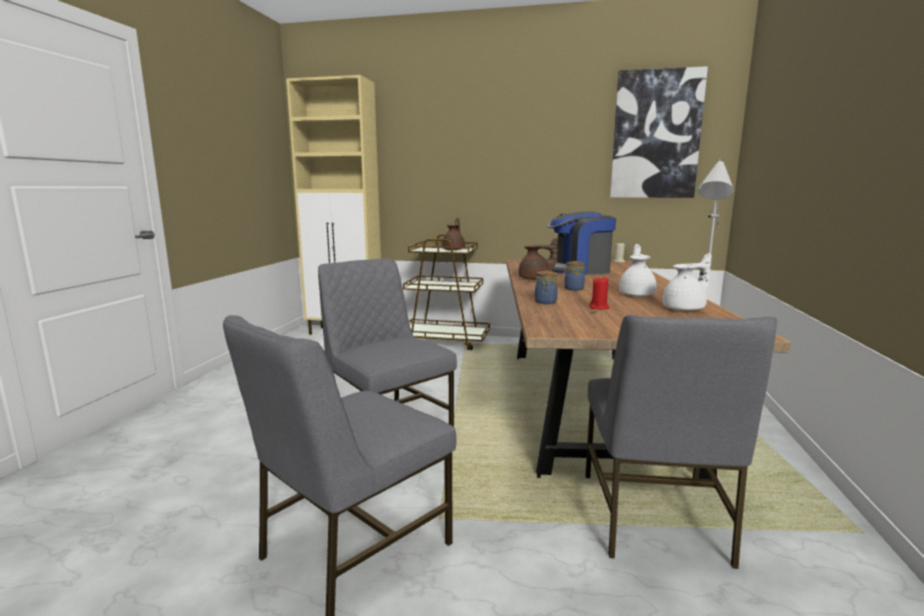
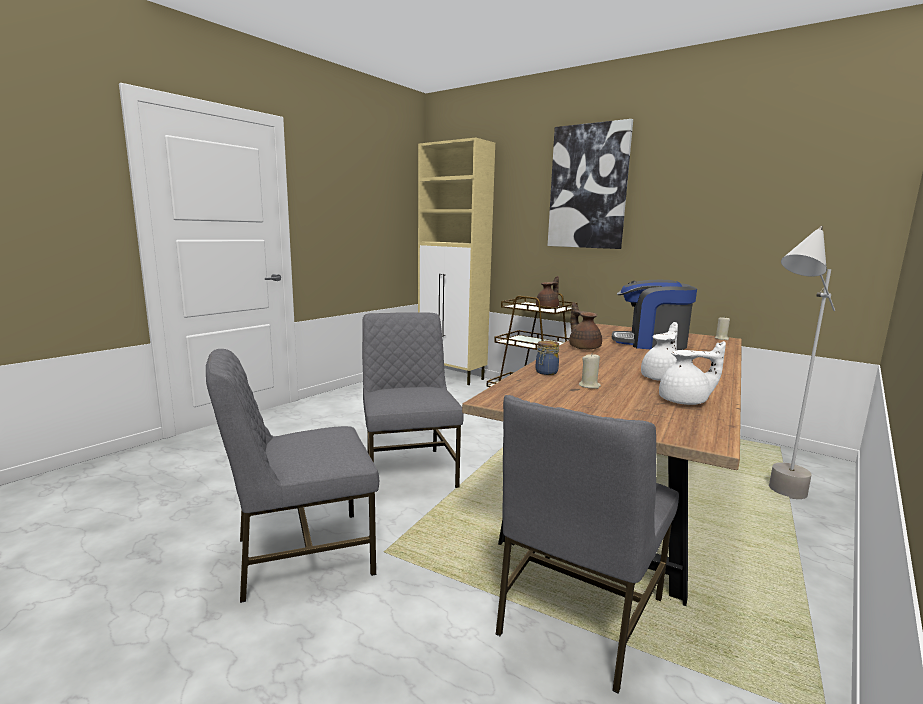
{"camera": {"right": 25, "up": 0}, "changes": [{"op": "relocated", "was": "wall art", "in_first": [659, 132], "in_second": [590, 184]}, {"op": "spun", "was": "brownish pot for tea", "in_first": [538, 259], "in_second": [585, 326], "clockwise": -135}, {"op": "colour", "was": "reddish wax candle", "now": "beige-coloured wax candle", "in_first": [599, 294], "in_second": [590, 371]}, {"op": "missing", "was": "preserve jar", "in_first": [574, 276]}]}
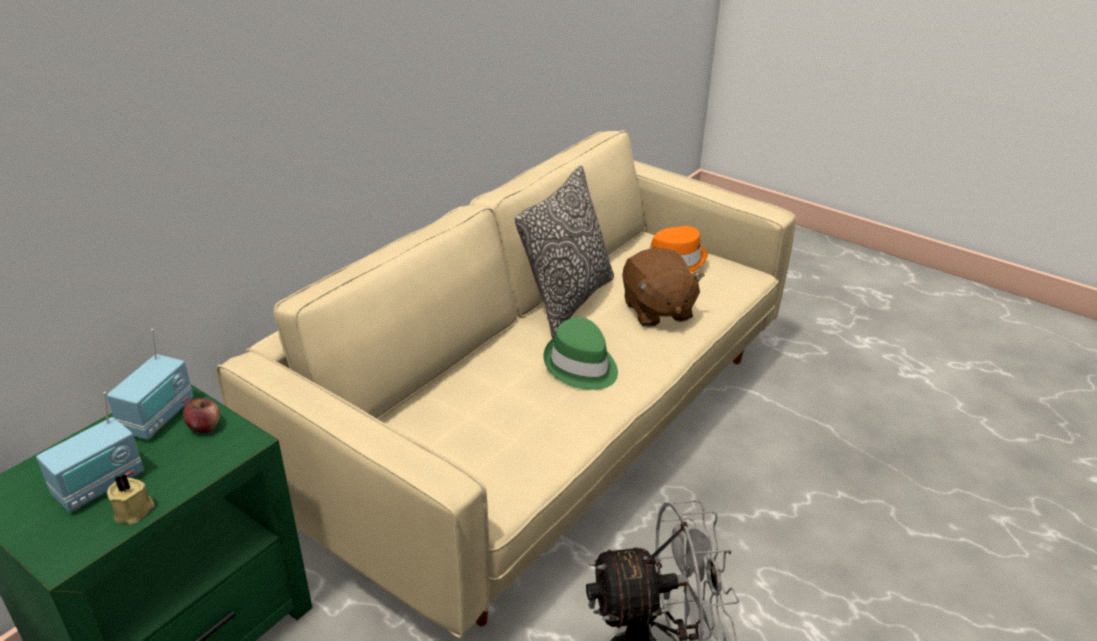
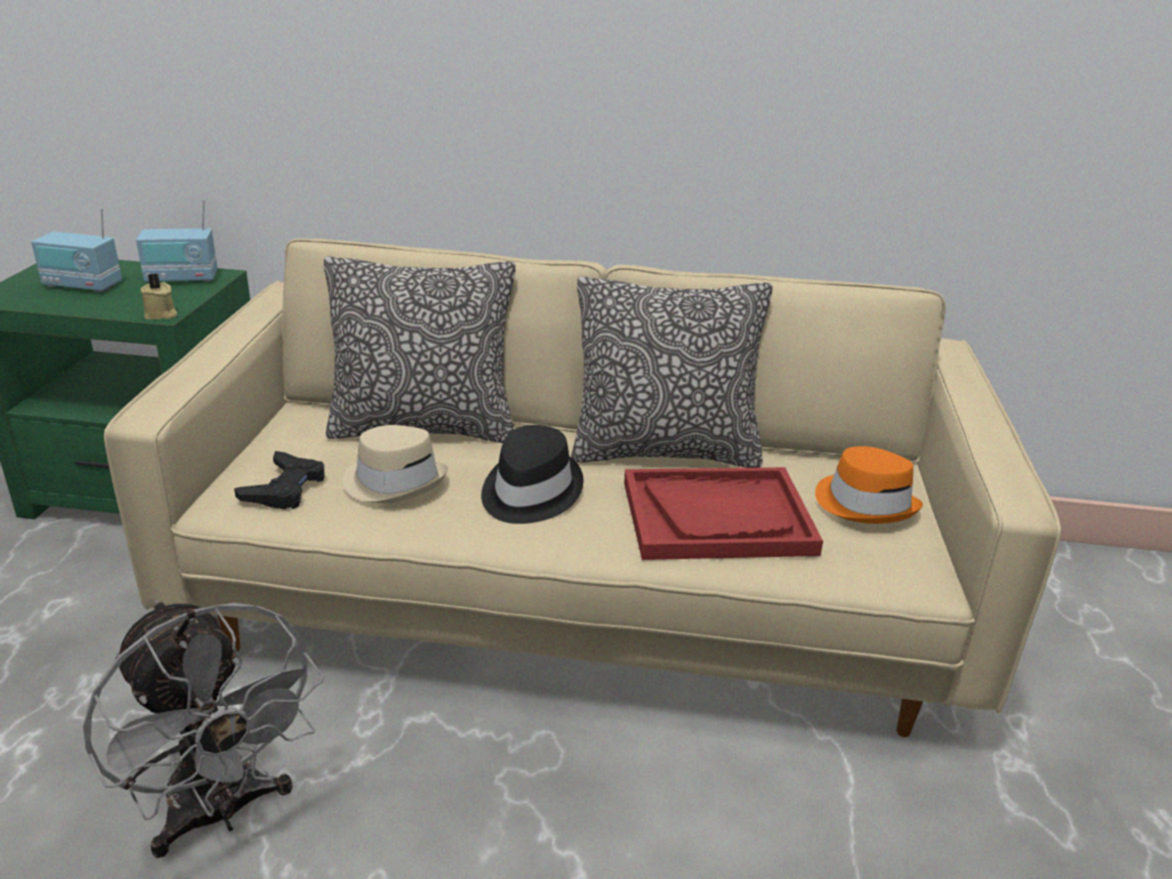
{"camera": {"right": 60, "up": -5}, "changes": [{"op": "relocated", "was": "beige-coloured wax candle", "in_first": [131, 499], "in_second": [159, 296]}, {"op": "appeared", "now": "black game controller", "in_second": [279, 480]}, {"op": "appeared", "now": "throw pillow", "in_second": [420, 349]}, {"op": "appeared", "now": "beige-coloured hat", "in_second": [395, 464]}, {"op": "colour", "was": "greenish hat", "now": "black hat", "in_first": [581, 353], "in_second": [532, 474]}, {"op": "exchanged", "was": "brownish cuddly toy", "now": "reddish carrying tray", "in_first": [663, 287], "in_second": [723, 513]}, {"op": "missing", "was": "apple", "in_first": [201, 415]}]}
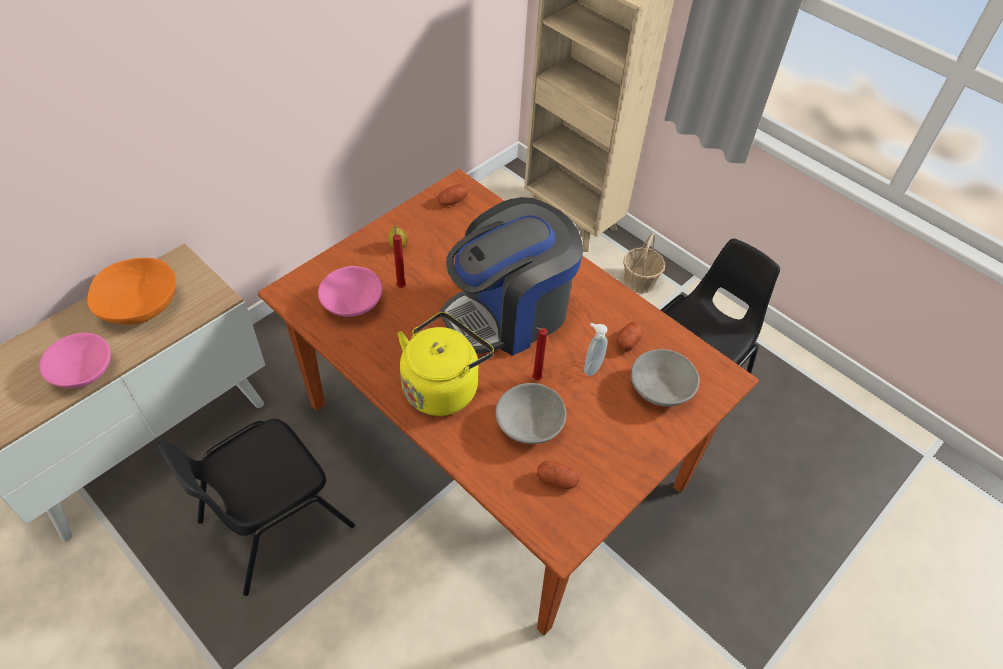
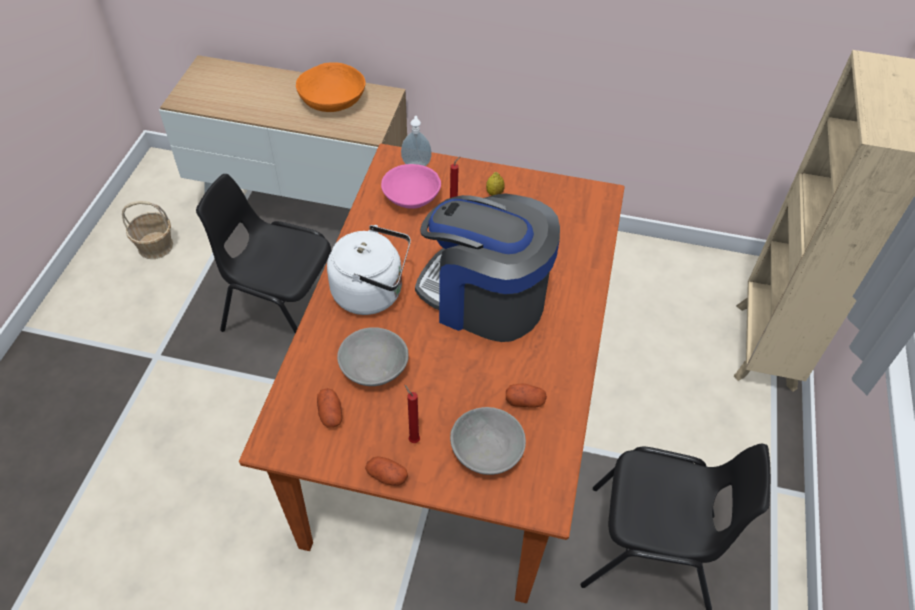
{"camera": {"right": 60, "up": 0}, "changes": [{"op": "relocated", "was": "household basket", "in_first": [644, 263], "in_second": [147, 230]}, {"op": "colour", "was": "yellow water kettle", "now": "whitish water kettle", "in_first": [446, 364], "in_second": [369, 270]}, {"op": "relocated", "was": "whole potato", "in_first": [452, 195], "in_second": [386, 471]}, {"op": "relocated", "was": "liquid soap bottle", "in_first": [596, 349], "in_second": [416, 141]}, {"op": "relocated", "was": "reddish wax candle", "in_first": [540, 353], "in_second": [412, 414]}, {"op": "missing", "was": "pinkish deep dish", "in_first": [75, 360]}]}
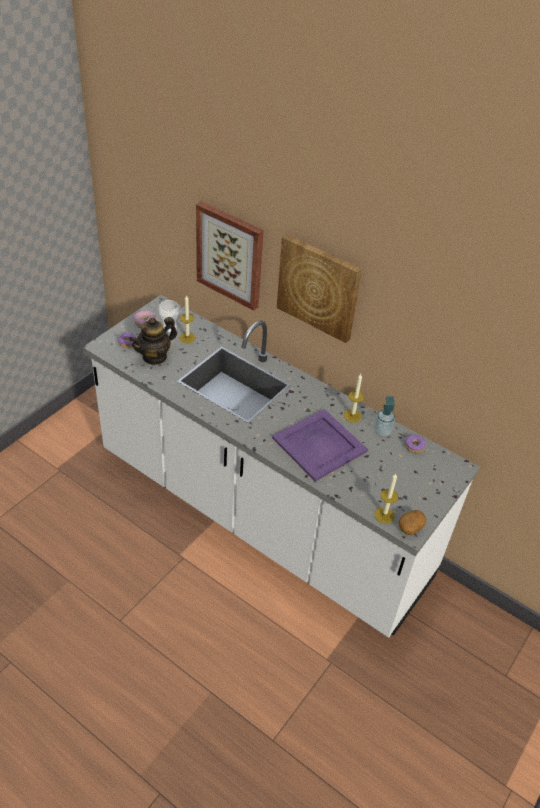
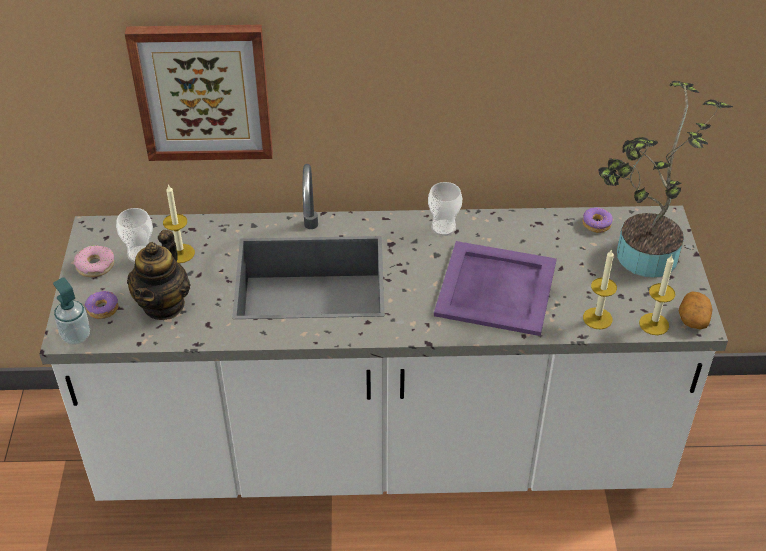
{"camera": {"right": -35, "up": 0}, "changes": [{"op": "relocated", "was": "liquid soap bottle", "in_first": [384, 416], "in_second": [71, 311]}, {"op": "appeared", "now": "drinking cup", "in_second": [445, 209]}, {"op": "relocated", "was": "wax candle", "in_first": [354, 398], "in_second": [600, 289]}, {"op": "appeared", "now": "plant in a pot", "in_second": [666, 179]}, {"op": "missing", "was": "wall art", "in_first": [319, 288]}]}
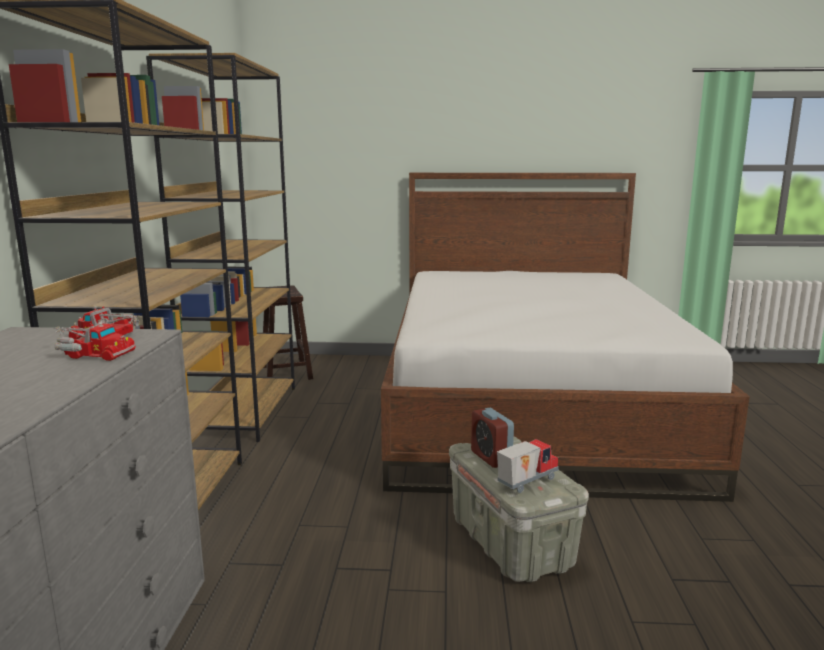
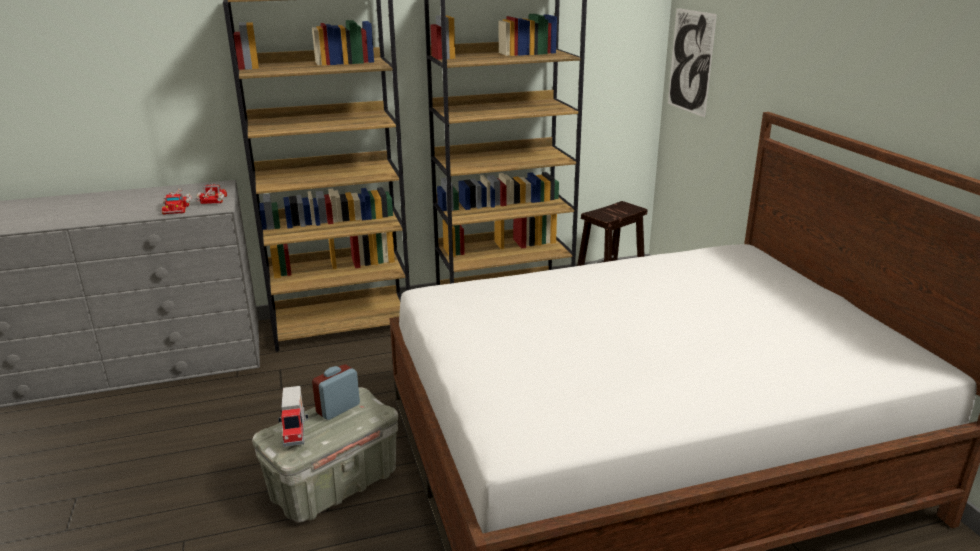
{"camera": {"right": 70, "up": 10}, "changes": [{"op": "spun", "was": "model truck", "in_first": [528, 466], "in_second": [293, 416], "clockwise": 45}, {"op": "appeared", "now": "wall art", "in_second": [692, 63]}]}
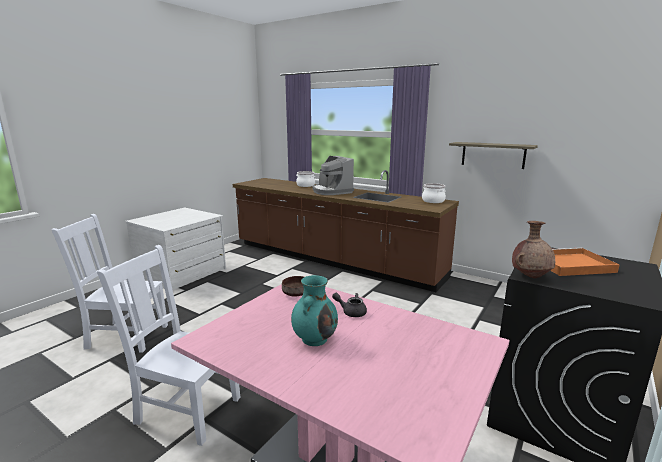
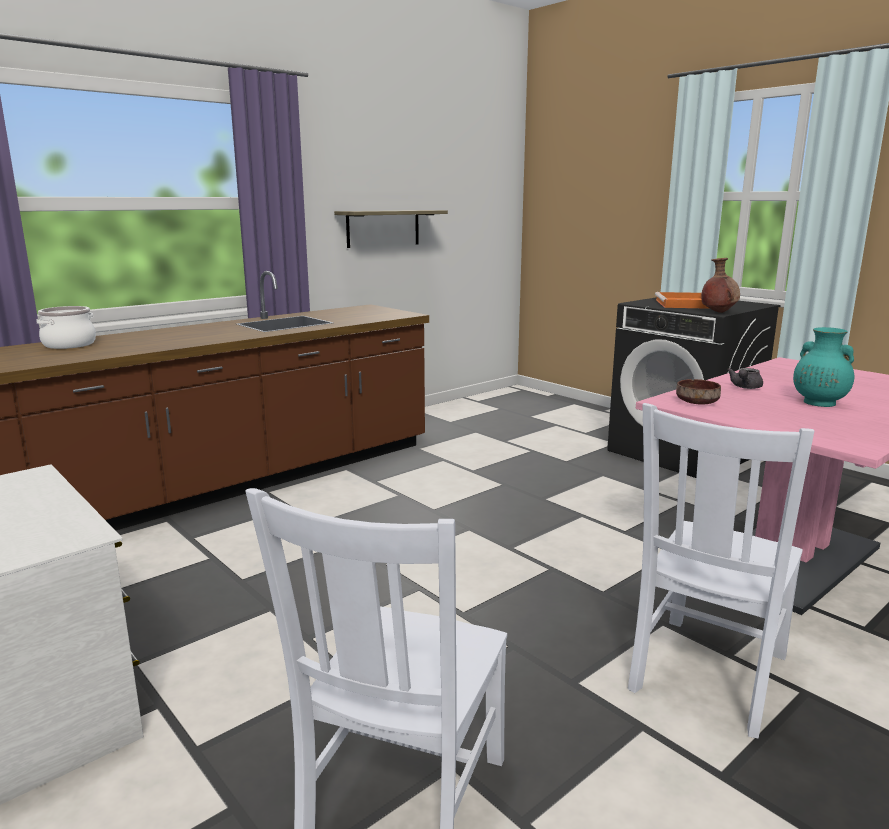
{"camera": {"right": -75, "up": 0}, "changes": [{"op": "missing", "was": "coffee maker", "in_first": [333, 175]}, {"op": "missing", "was": "cooking pot", "in_first": [434, 193]}]}
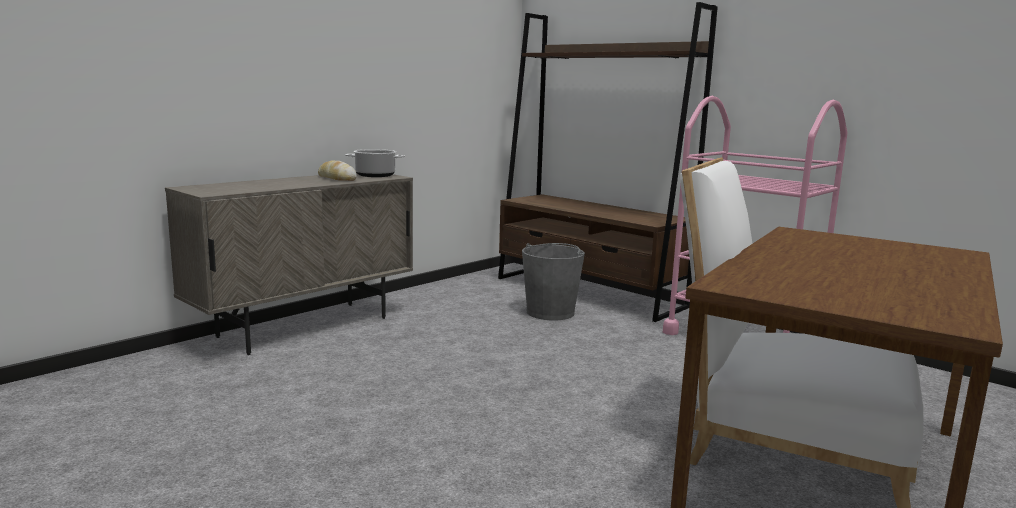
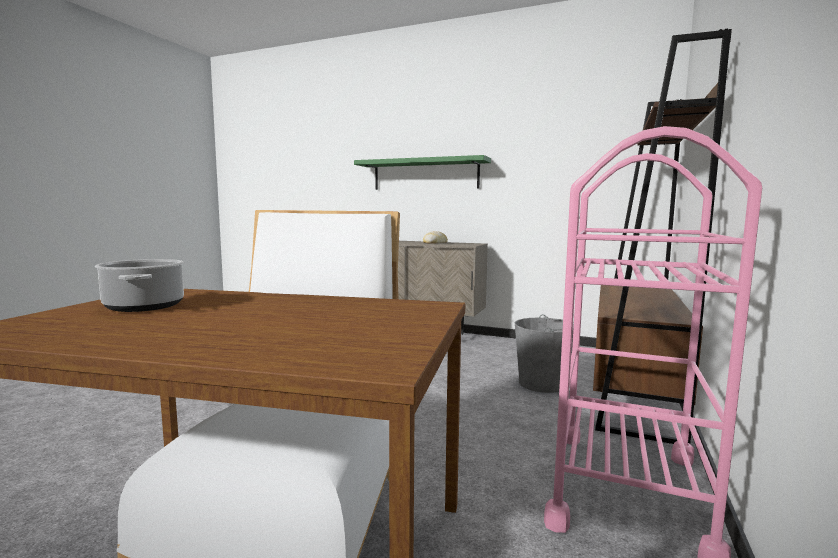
{"camera": {"right": 70, "up": -5}, "changes": [{"op": "relocated", "was": "cooking pot", "in_first": [375, 163], "in_second": [139, 285]}, {"op": "appeared", "now": "greenish shelf", "in_second": [422, 172]}]}
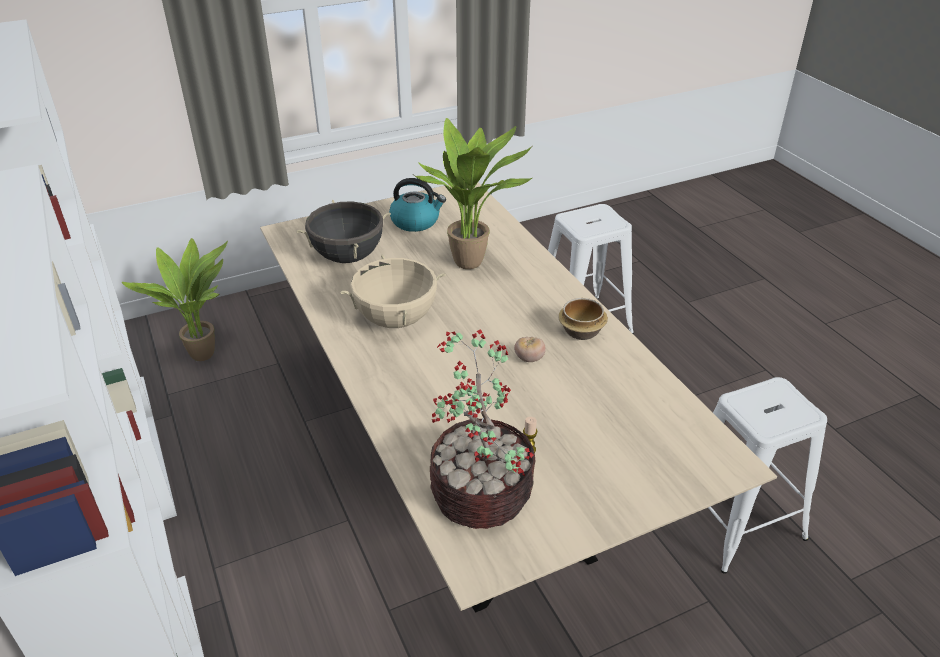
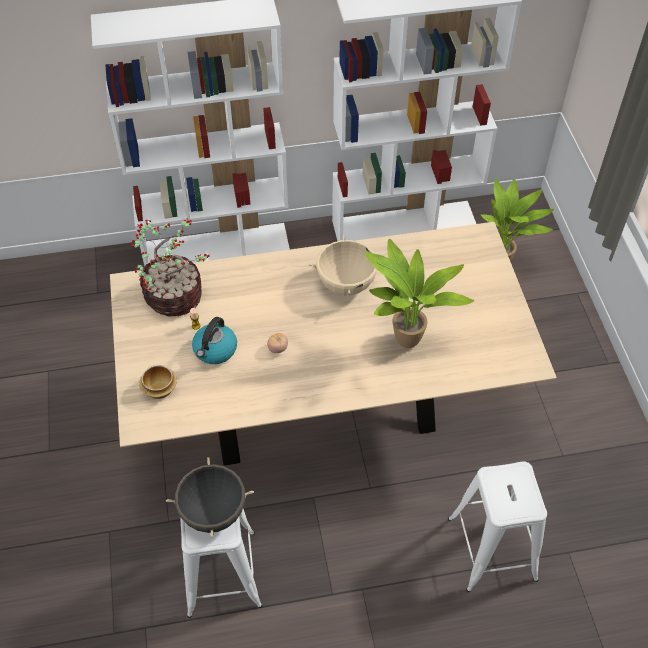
{"camera": {"right": 105, "up": 15}, "changes": [{"op": "relocated", "was": "deep dish", "in_first": [583, 319], "in_second": [158, 382]}, {"op": "relocated", "was": "black cooking pot", "in_first": [344, 231], "in_second": [210, 497]}, {"op": "relocated", "was": "water kettle", "in_first": [417, 205], "in_second": [214, 340]}]}
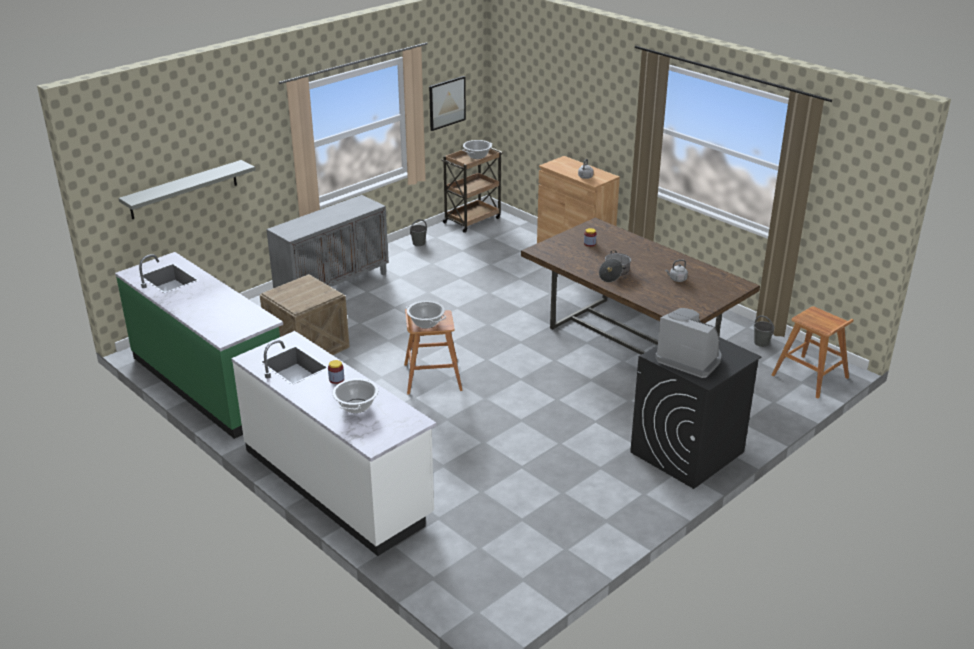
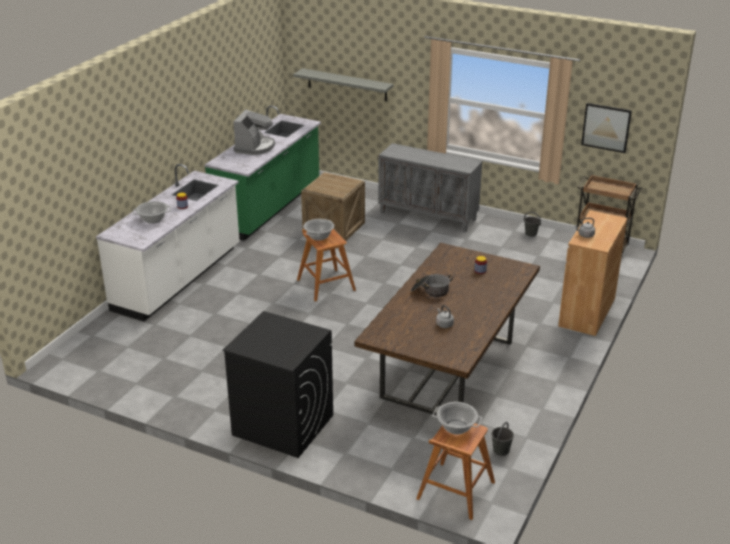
{"camera": {"right": 70, "up": 0}, "changes": [{"op": "relocated", "was": "coffee maker", "in_first": [688, 343], "in_second": [254, 132]}, {"op": "relocated", "was": "cooking pot", "in_first": [477, 149], "in_second": [457, 418]}]}
